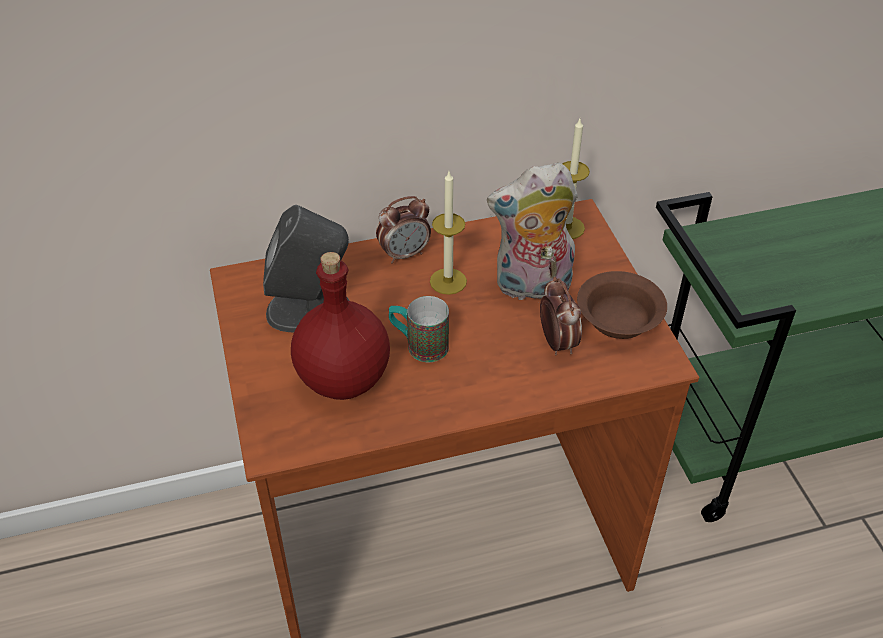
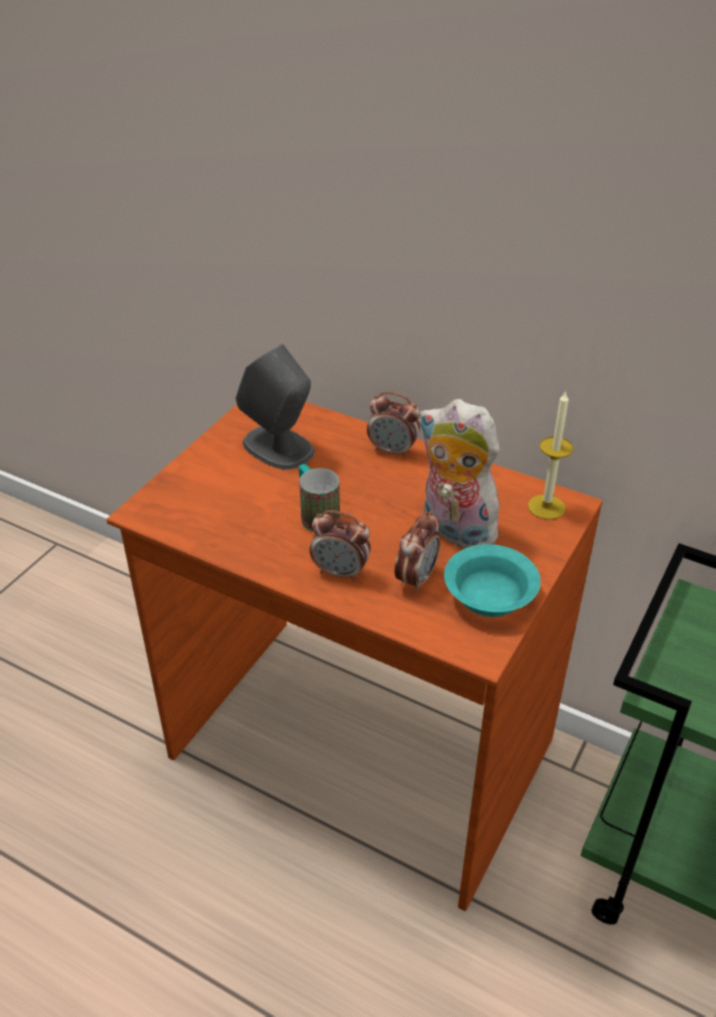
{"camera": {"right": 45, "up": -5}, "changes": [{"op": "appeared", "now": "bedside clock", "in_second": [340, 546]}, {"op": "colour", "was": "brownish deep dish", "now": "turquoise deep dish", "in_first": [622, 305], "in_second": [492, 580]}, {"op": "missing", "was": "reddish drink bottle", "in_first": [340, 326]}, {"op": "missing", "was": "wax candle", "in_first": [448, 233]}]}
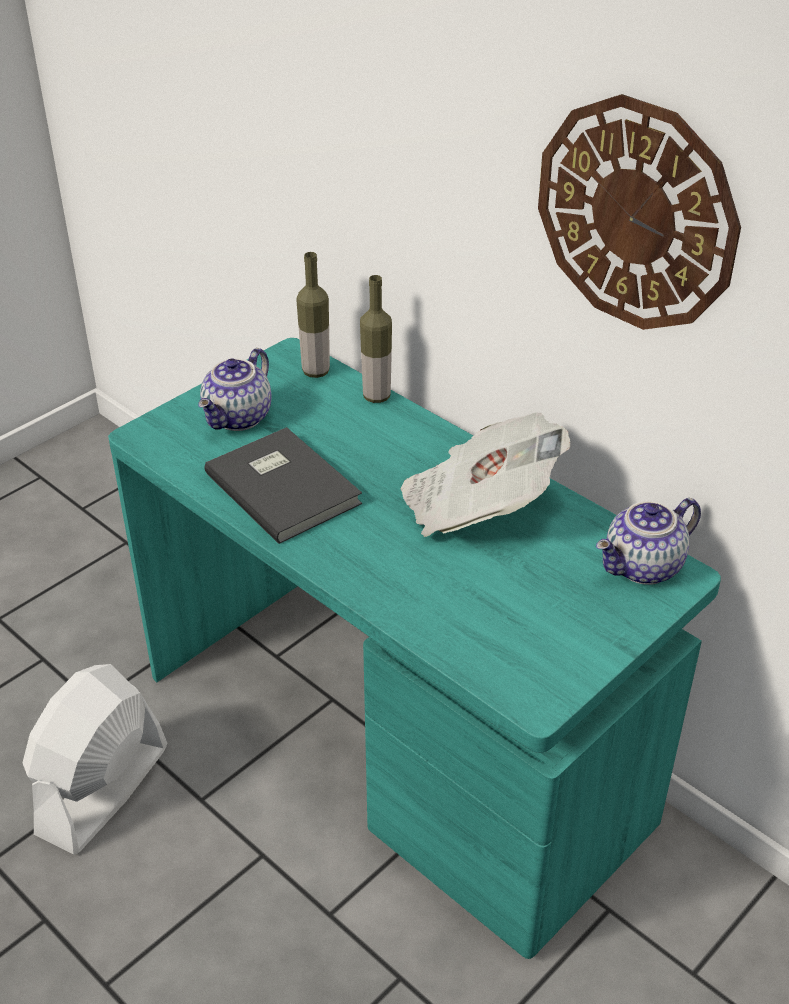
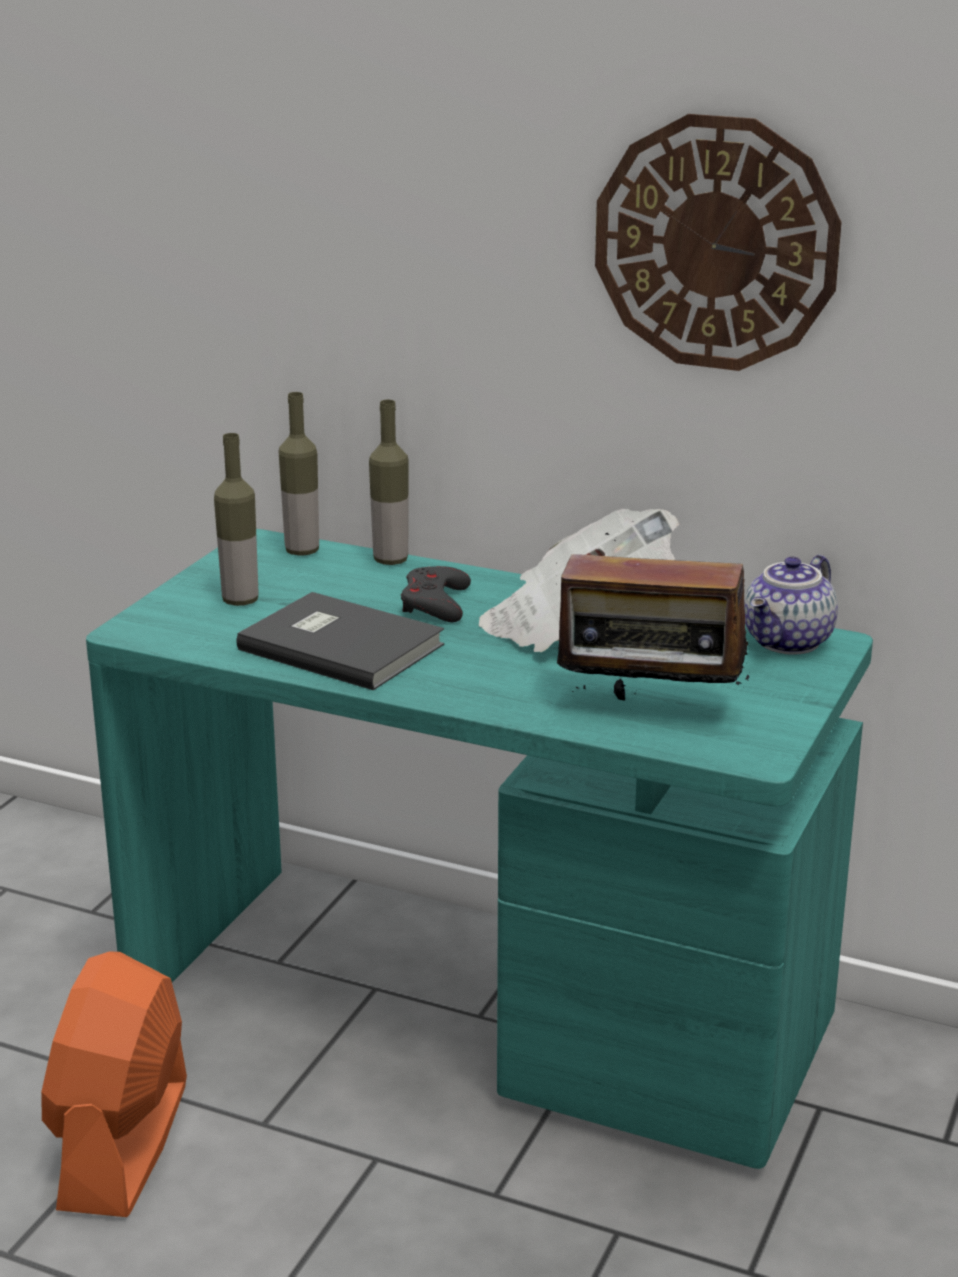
{"camera": {"right": -20, "up": -15}, "changes": [{"op": "colour", "was": "whitish electric fan", "now": "orange-coloured electric fan", "in_first": [95, 759], "in_second": [114, 1084]}, {"op": "exchanged", "was": "pot for tea", "now": "drink bottle", "in_first": [234, 389], "in_second": [236, 519]}, {"op": "appeared", "now": "gray game controller", "in_second": [436, 594]}, {"op": "appeared", "now": "radio", "in_second": [652, 615]}]}
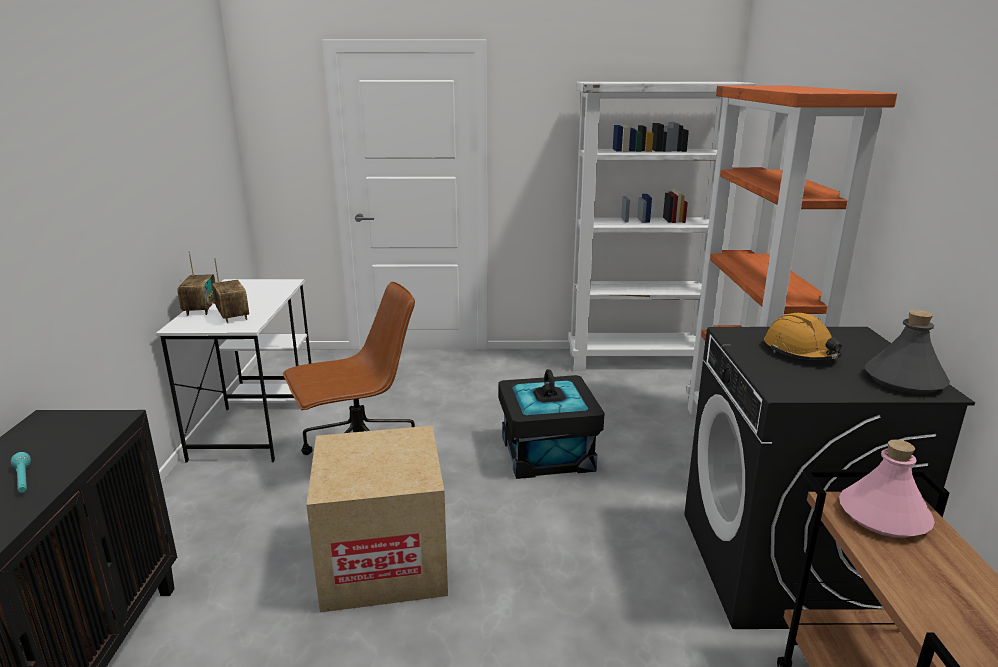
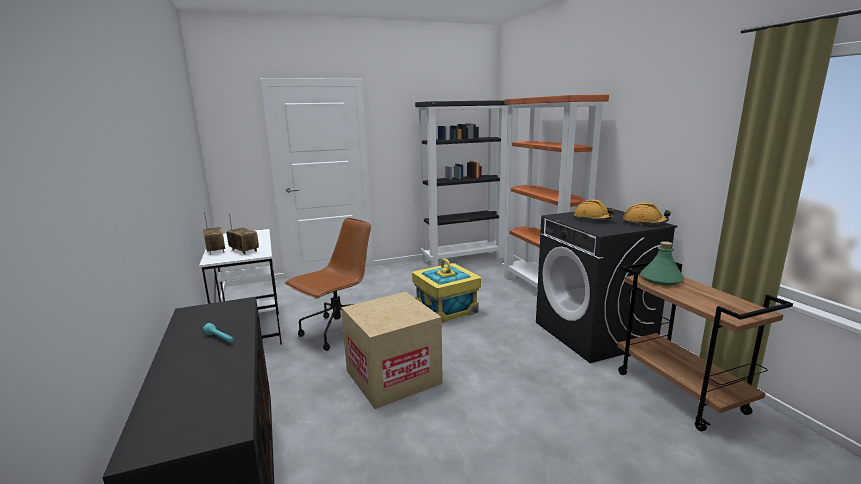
{"camera": {"right": -20, "up": -5}, "changes": [{"op": "colour", "was": "black storage bin", "now": "yellow storage bin", "in_first": [551, 424], "in_second": [446, 290]}, {"op": "colour", "was": "whitish shelving unit", "now": "black shelving unit", "in_first": [662, 226], "in_second": [461, 184]}, {"op": "exchanged", "was": "gray drink bottle", "now": "orange-coloured work helmet", "in_first": [907, 352], "in_second": [647, 214]}, {"op": "colour", "was": "pinkish drink bottle", "now": "greenish drink bottle", "in_first": [887, 489], "in_second": [662, 263]}]}
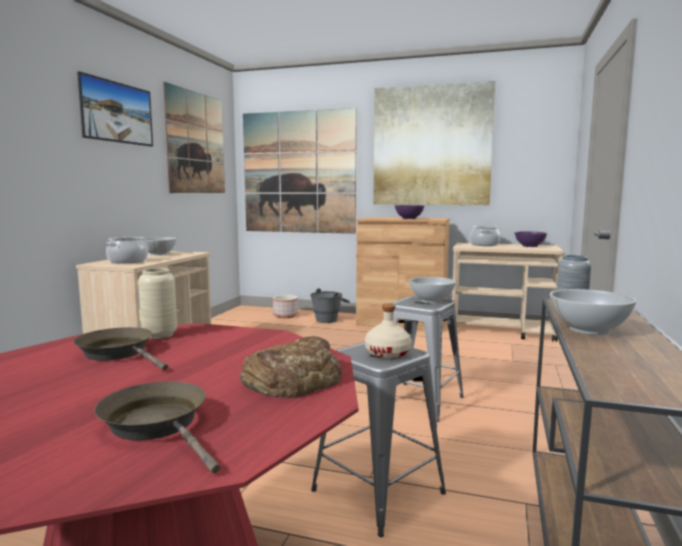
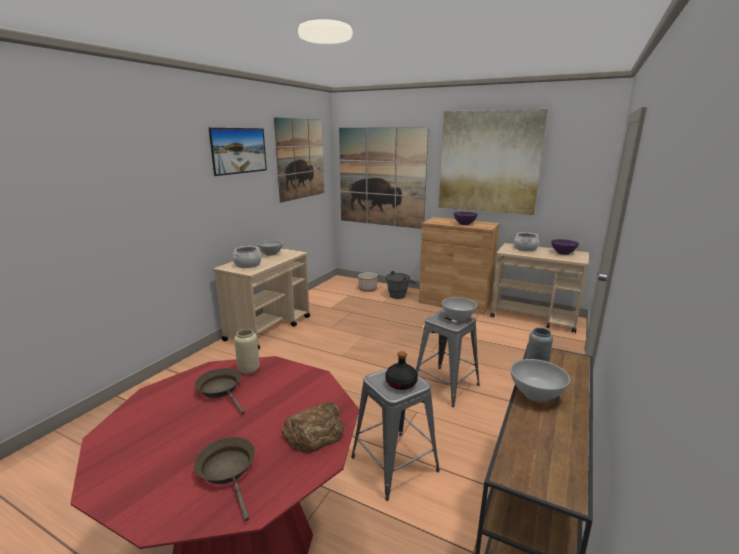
{"camera": {"right": 10, "up": 10}, "changes": [{"op": "colour", "was": "beige-coloured drink bottle", "now": "black drink bottle", "in_first": [388, 331], "in_second": [401, 370]}]}
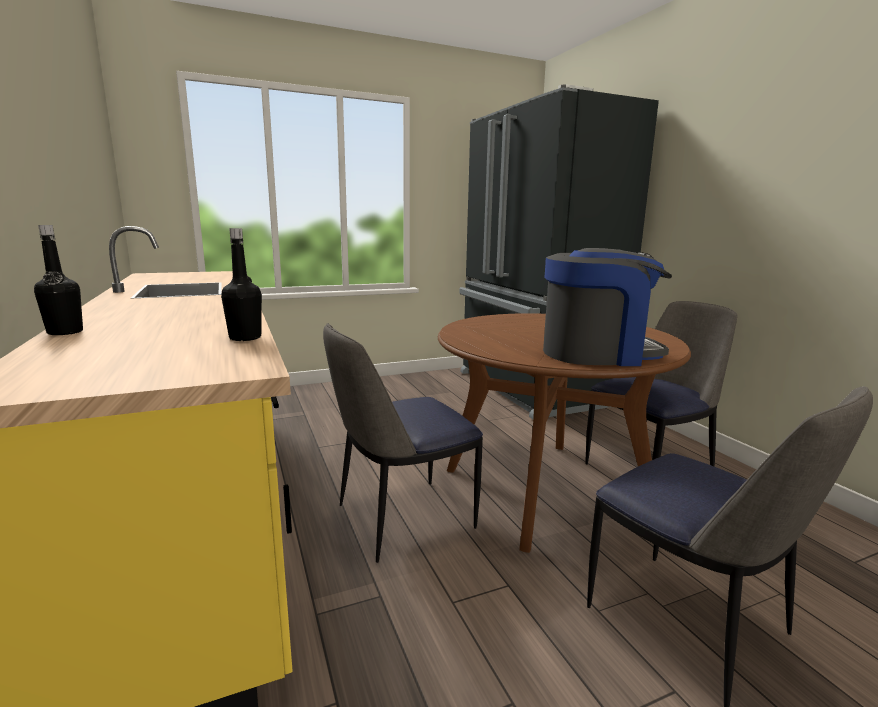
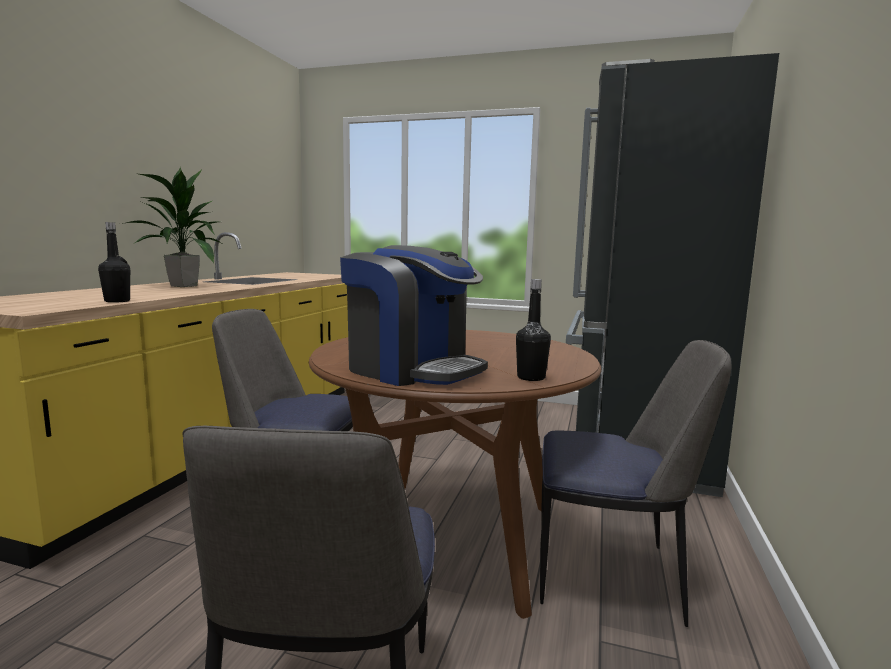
{"camera": {"right": 40, "up": -5}, "changes": [{"op": "appeared", "now": "plant in a pot", "in_second": [172, 227]}, {"op": "relocated", "was": "black drink bottle", "in_first": [58, 280], "in_second": [533, 330]}]}
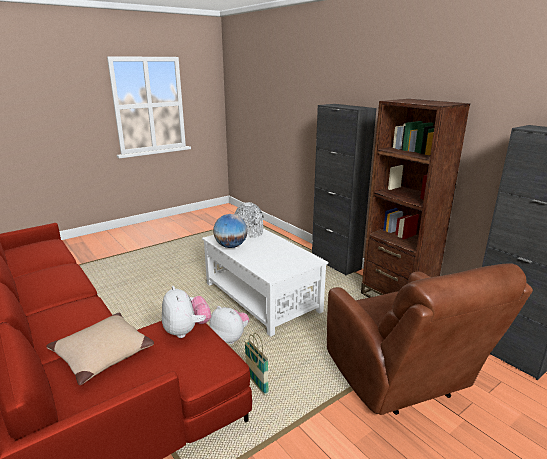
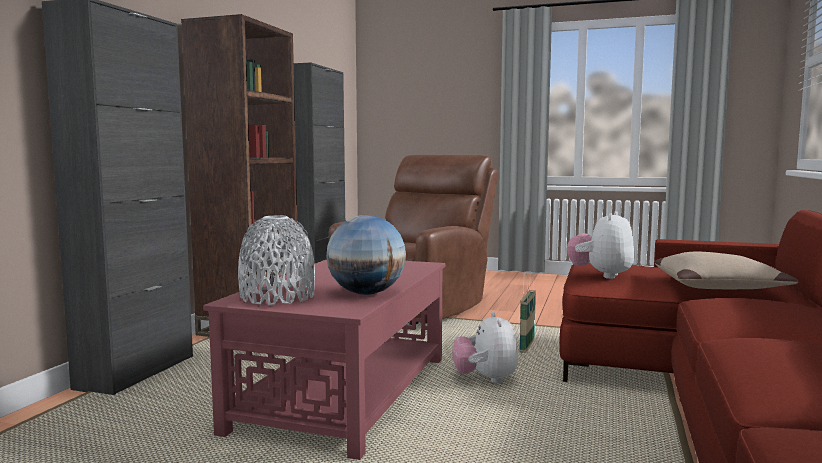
{"camera": {"right": -125, "up": -15}, "changes": [{"op": "colour", "was": "whitish coffee table", "now": "reddish coffee table", "in_first": [265, 281], "in_second": [324, 359]}]}
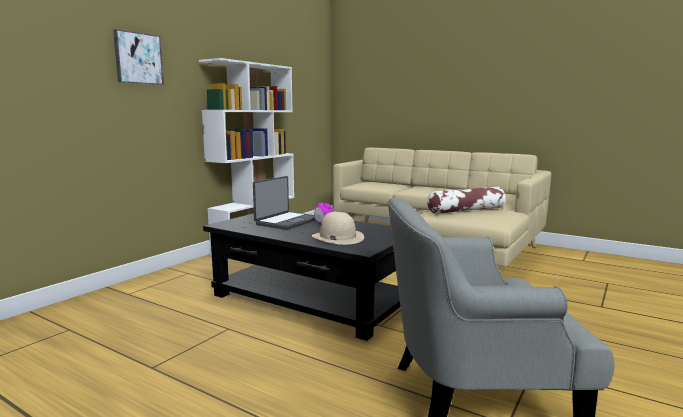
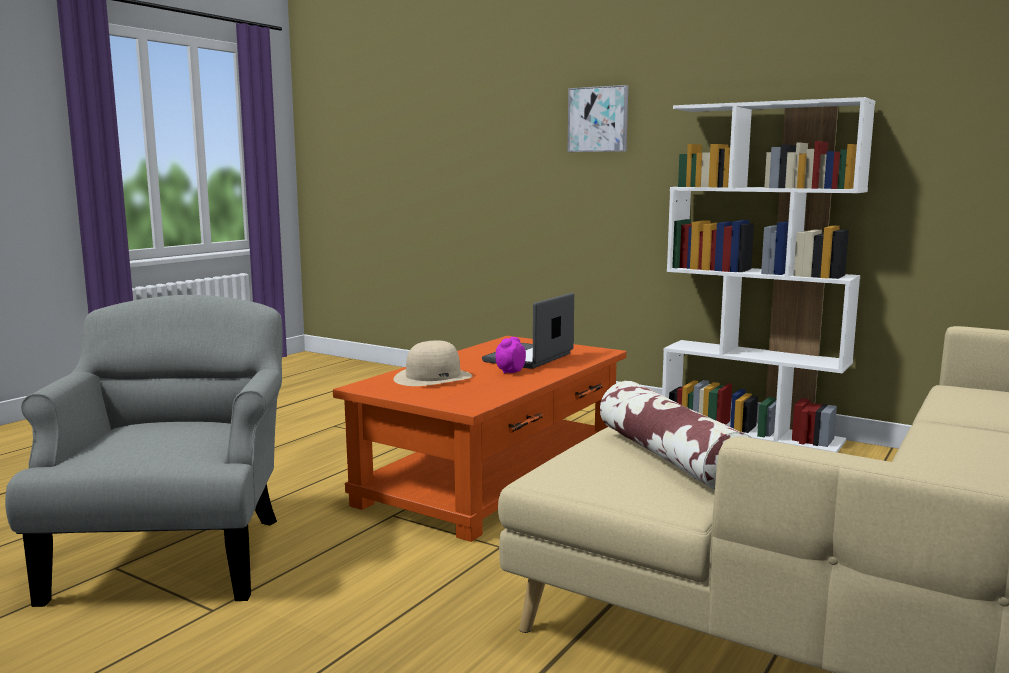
{"camera": {"right": 90, "up": 0}, "changes": [{"op": "colour", "was": "black coffee table", "now": "orange-coloured coffee table", "in_first": [301, 276], "in_second": [479, 439]}, {"op": "spun", "was": "notebook computer", "in_first": [284, 203], "in_second": [528, 331], "clockwise": 90}]}
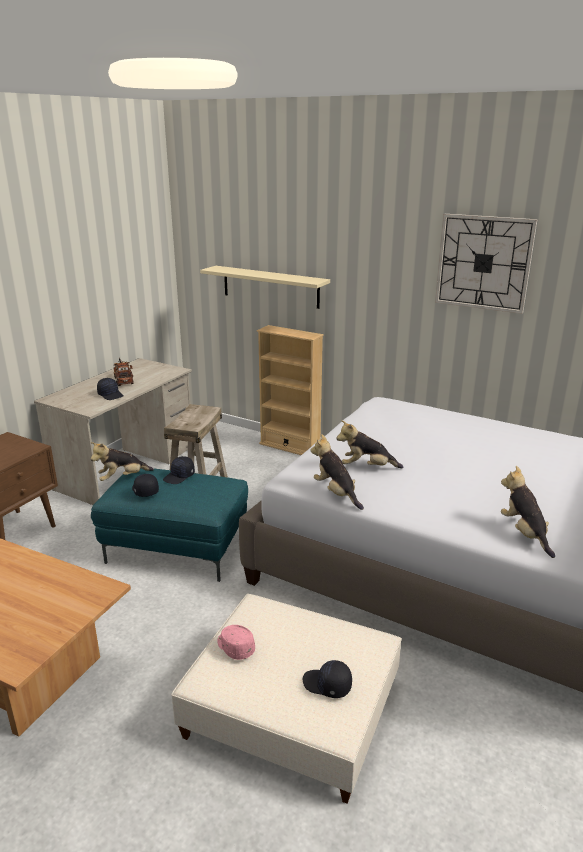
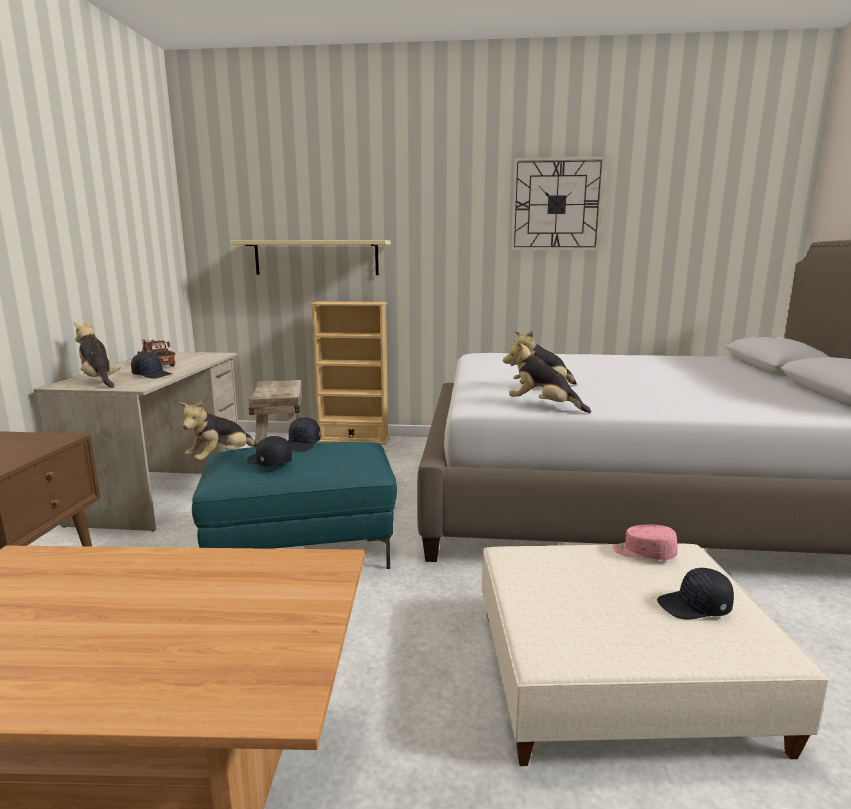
{"camera": {"right": -25, "up": -10}, "changes": [{"op": "relocated", "was": "cuddly toy", "in_first": [528, 512], "in_second": [97, 355]}, {"op": "relocated", "was": "pinkish cap", "in_first": [236, 642], "in_second": [645, 542]}]}
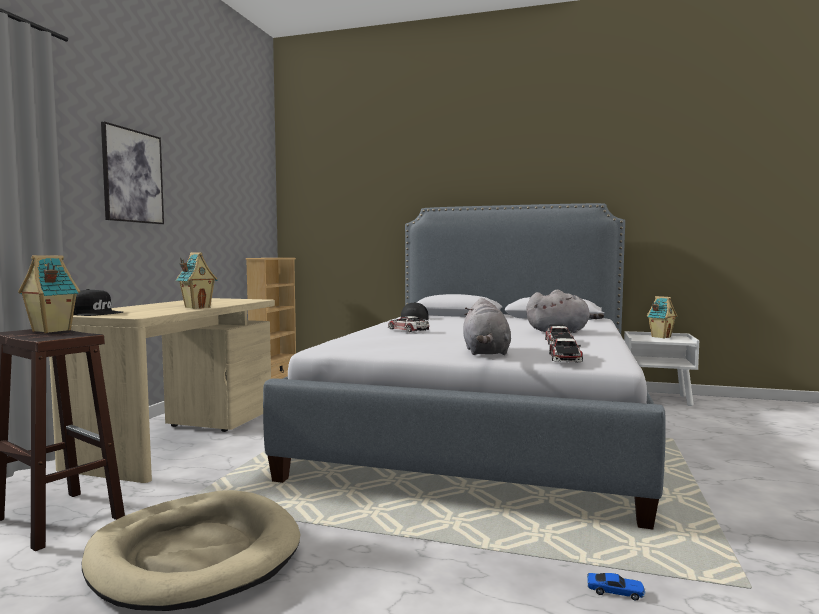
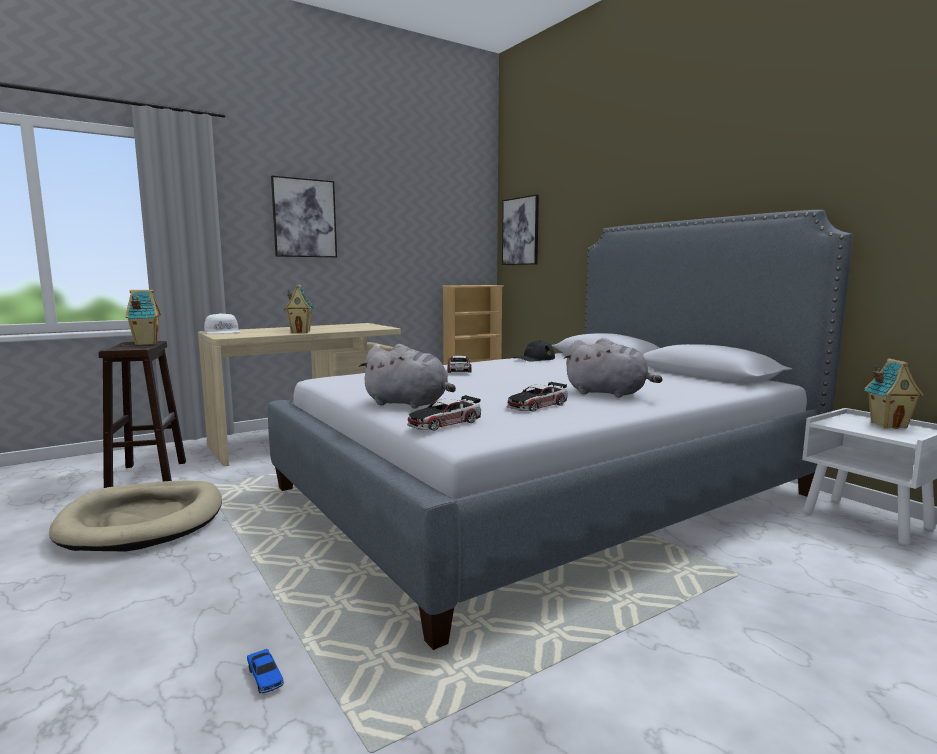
{"camera": {"right": 40, "up": 5}, "changes": [{"op": "colour", "was": "black cap", "now": "whitish cap", "in_first": [98, 302], "in_second": [222, 323]}, {"op": "spun", "was": "gray cuddly toy", "in_first": [487, 326], "in_second": [407, 376], "clockwise": -105}, {"op": "appeared", "now": "wall art", "in_second": [520, 229]}]}
